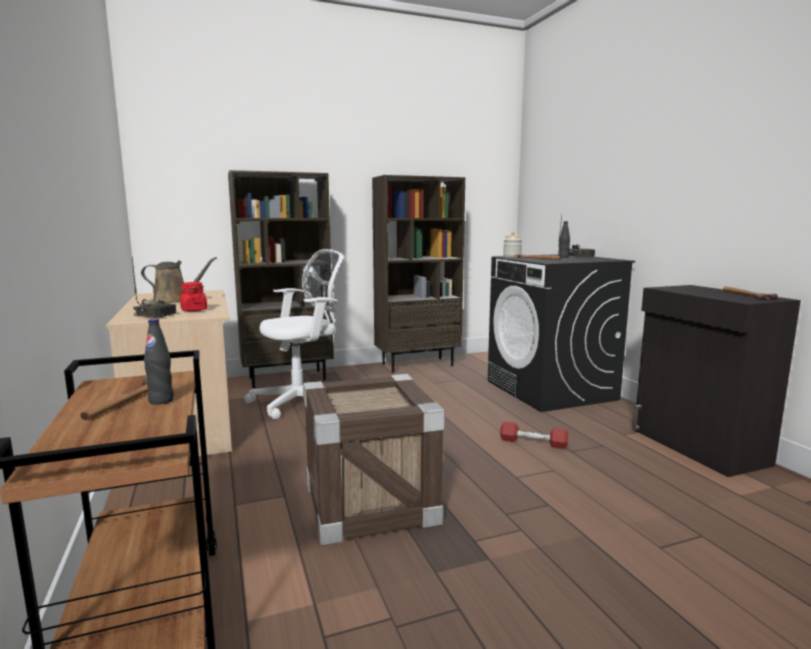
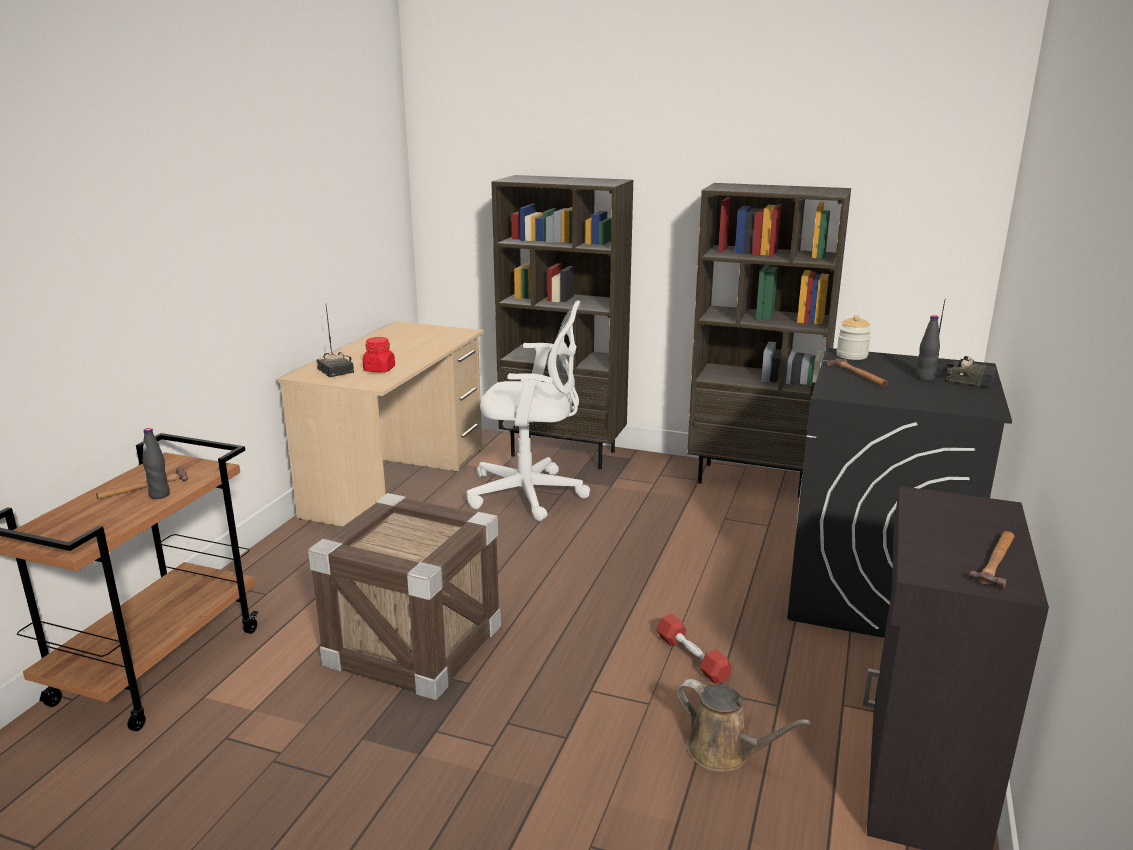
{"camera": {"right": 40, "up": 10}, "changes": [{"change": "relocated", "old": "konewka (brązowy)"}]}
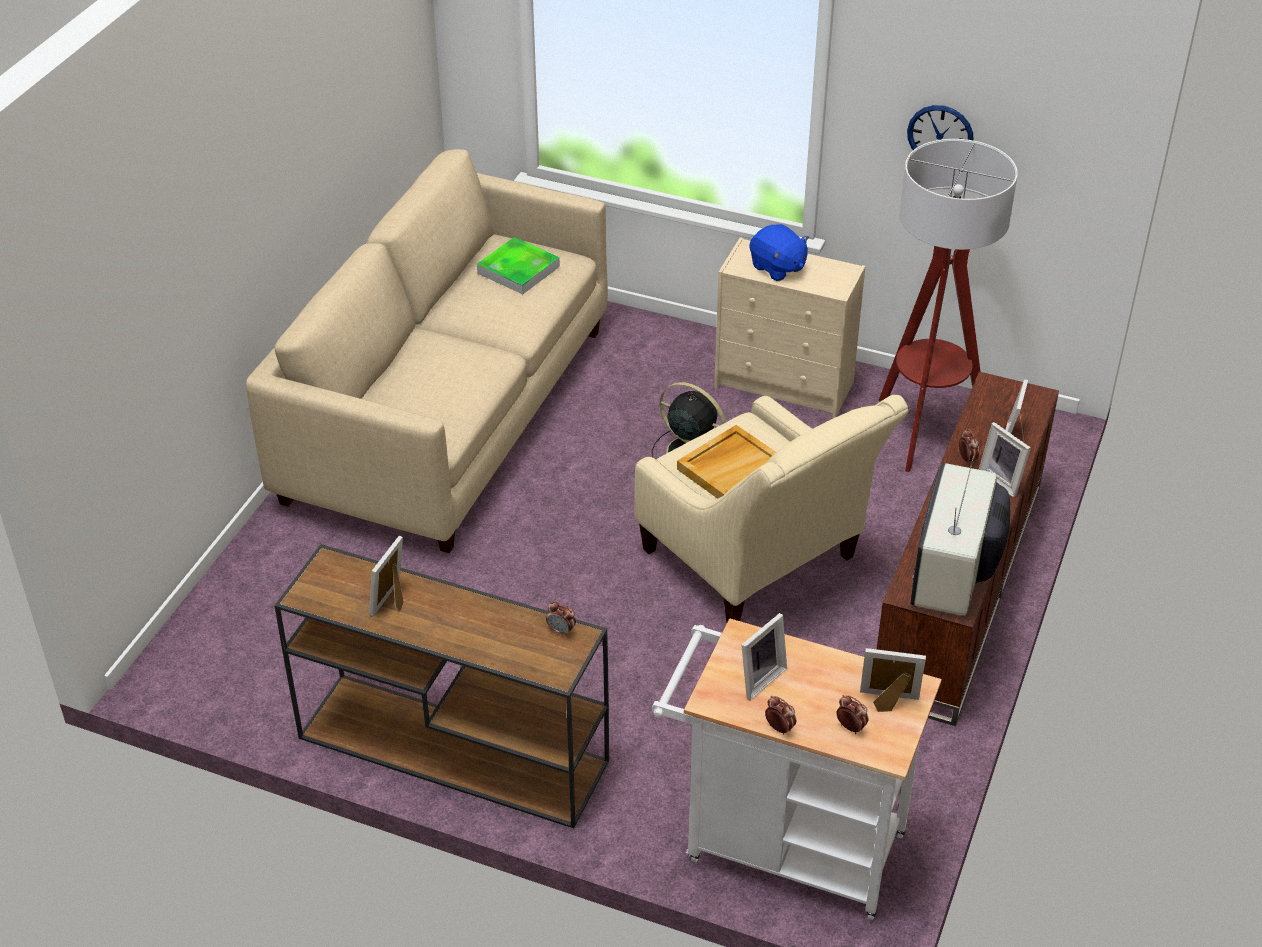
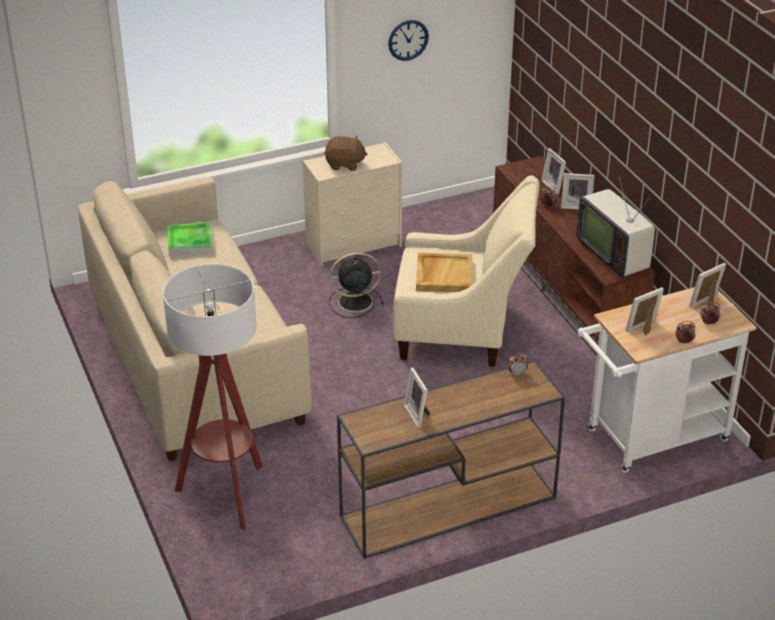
{"camera": {"right": -45, "up": -5}, "changes": [{"change": "relocated", "old": "lampa stojąca"}, {"change": "colour", "old": "pluszak (niebieski)", "new": "pluszak (brązowy)"}, {"change": "spun", "old": "ramka na zdjęcie (no. 2 from left in the first image)", "degrees": -120}]}
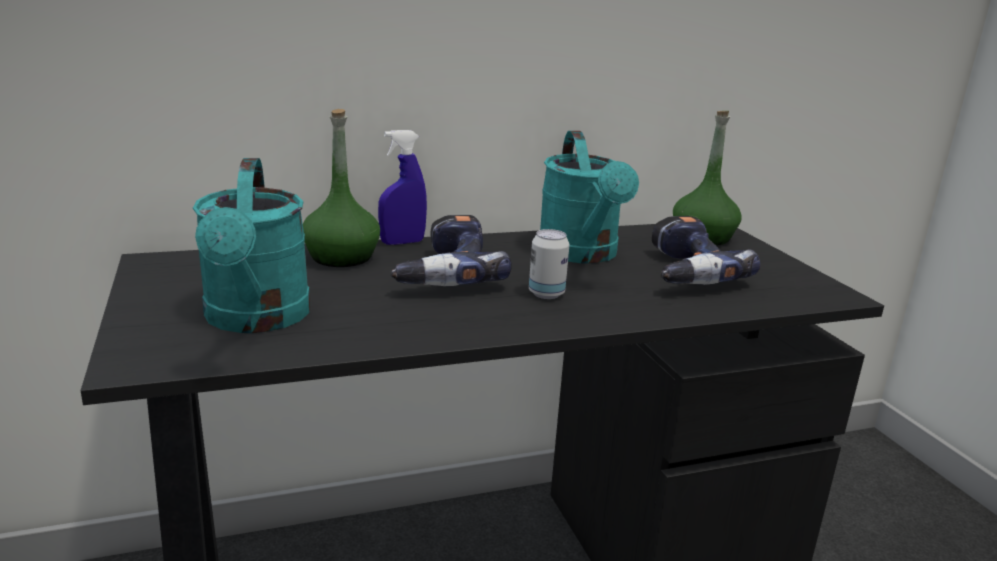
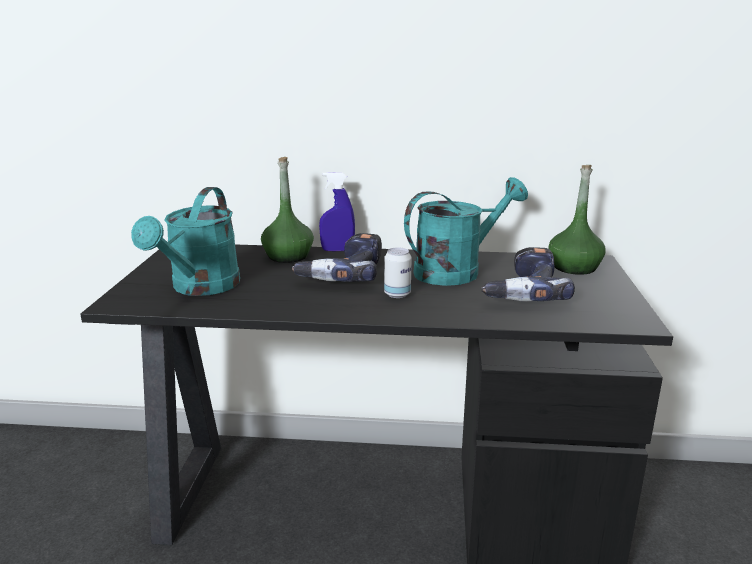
{"camera": {"right": 25, "up": 0}, "changes": [{"change": "spun", "old": "konewka (turkusowy) (no. 2 from left)", "degrees": -135}]}
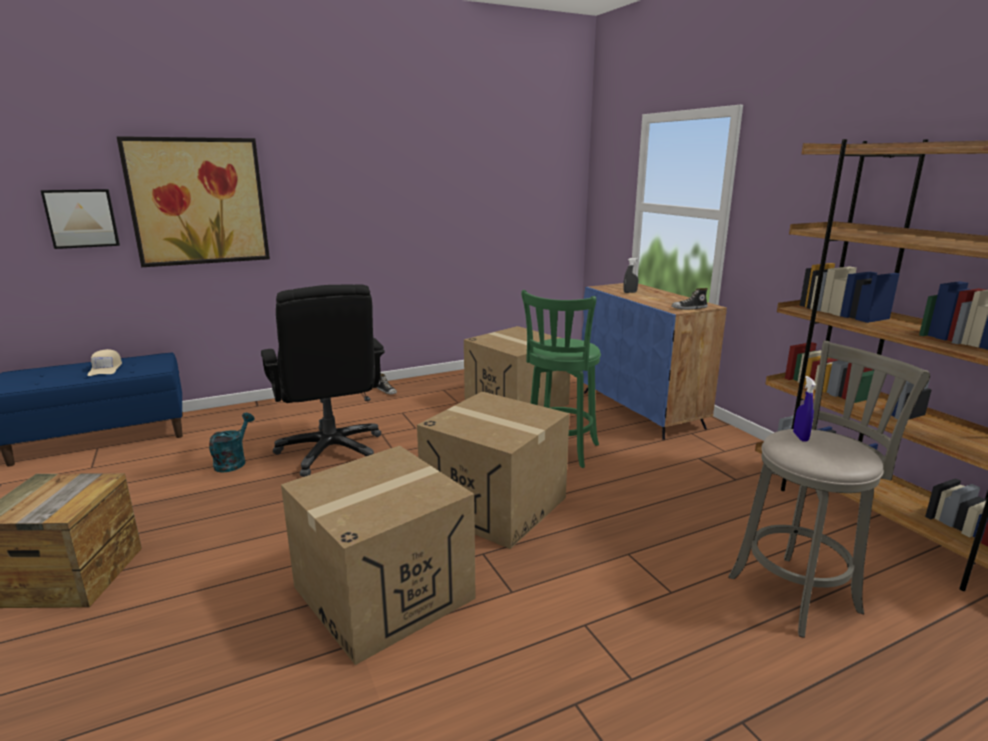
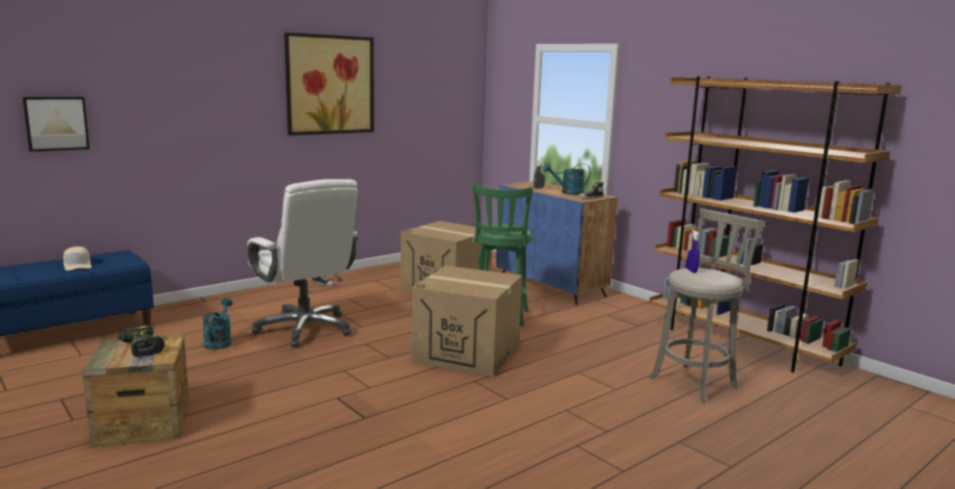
{"camera": {"right": -15, "up": -5}, "changes": [{"change": "relocated", "old": "obraz (no. 2 from left)"}, {"change": "colour", "old": "krzesło biurowe (czarny)", "new": "krzesło biurowe (biały)"}, {"change": "missing", "old": "karton (no. 1 from left)"}, {"change": "appeared", "new": "konewka (turkusowy) (no. 2 from left)"}, {"change": "appeared", "new": "wiertarka"}]}
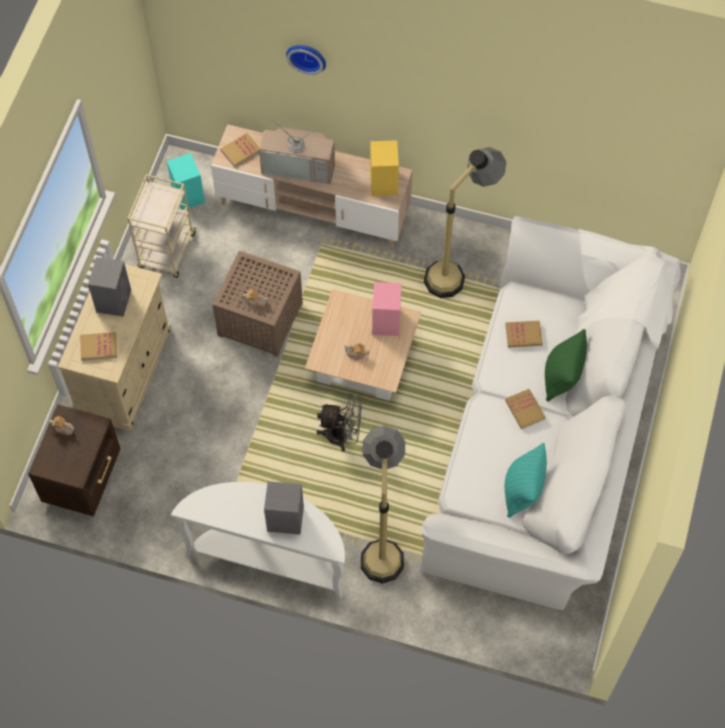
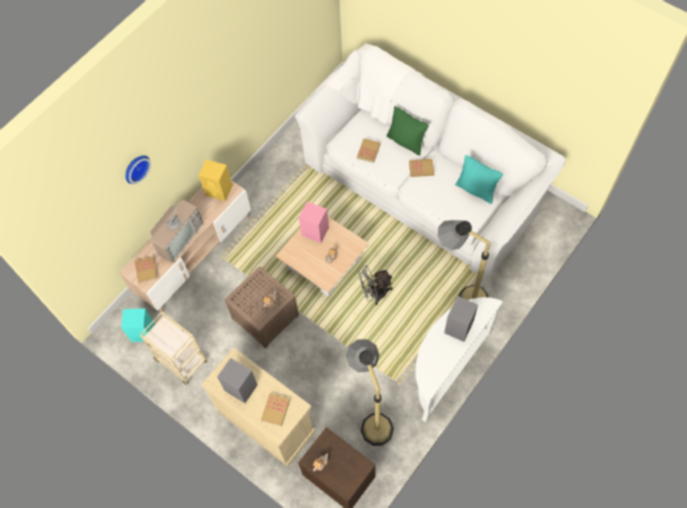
{"camera": {"right": -65, "up": 0}, "changes": [{"change": "relocated", "old": "lampa stojąca (no. 2 from left in the first image)", "new": "lampa stojąca (no. 1 from left)"}, {"change": "spun", "old": "wentylator (szary)", "degrees": -135}]}
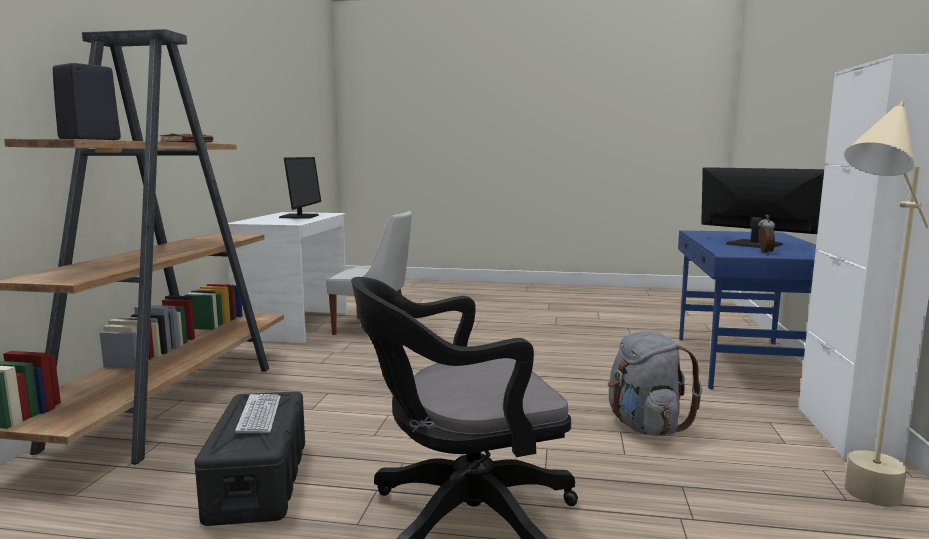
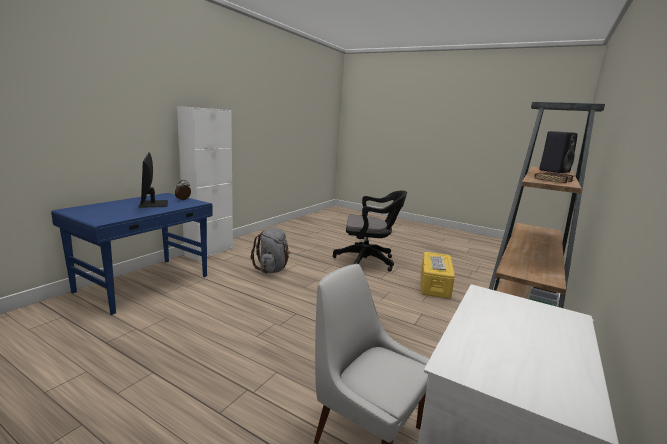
{"camera": {"right": -160, "up": 5}, "changes": [{"change": "missing", "old": "lampa stojąca (beżowy)"}, {"change": "missing", "old": "monitor (no. 1 from left)"}, {"change": "colour", "old": "pojemnik do przechowywania (czarny)", "new": "pojemnik do przechowywania (żółty)"}]}
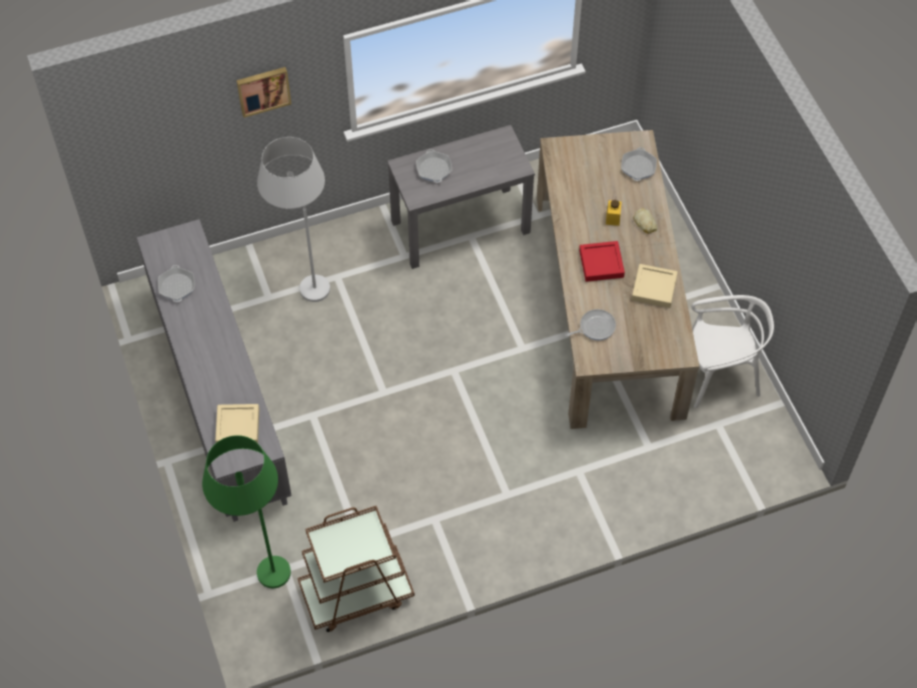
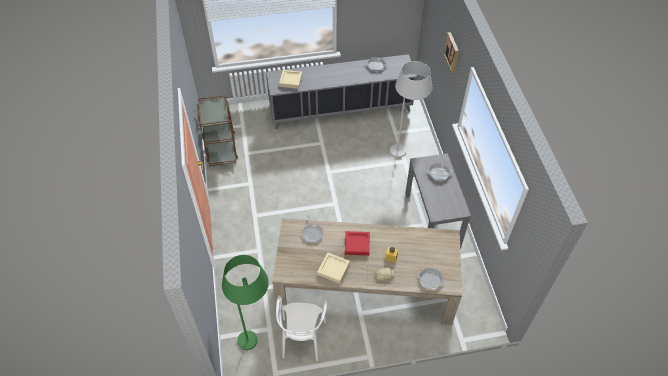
{"camera": {"right": 100, "up": -5}, "changes": [{"change": "relocated", "old": "lampa stojąca (zielony)"}]}
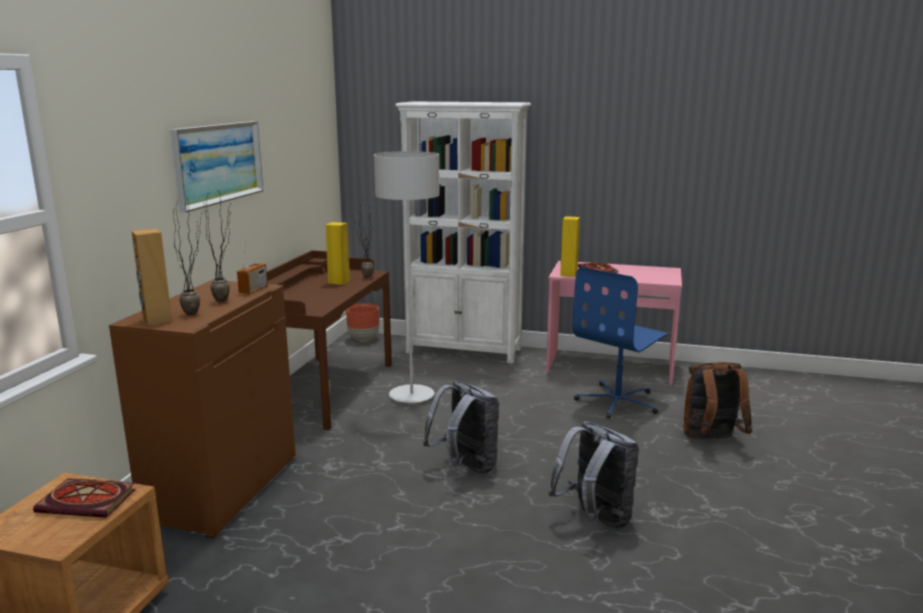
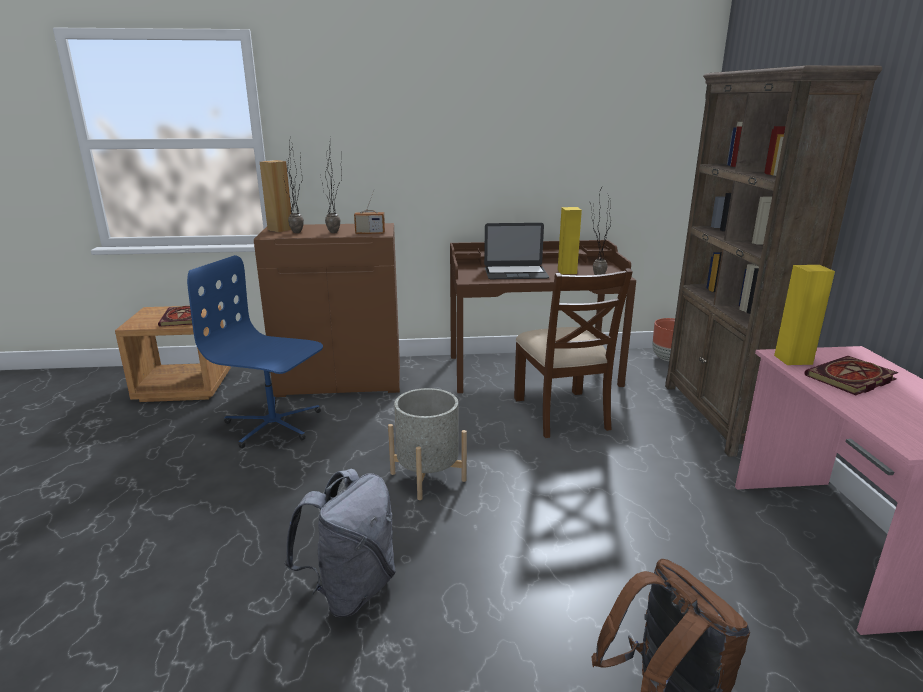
{"camera": {"right": 70, "up": 5}, "changes": [{"change": "colour", "old": "regał (biały)", "new": "regał (brązowy)"}, {"change": "missing", "old": "obraz"}, {"change": "exchanged", "old": "lampa stojąca (szary)", "new": "krzesło (brązowy)"}, {"change": "relocated", "old": "krzesło biurowe (niebieski)"}, {"change": "exchanged", "old": "plecak (szary) (no. 1 from left)", "new": "donica (szary)"}, {"change": "appeared", "new": "laptop"}]}
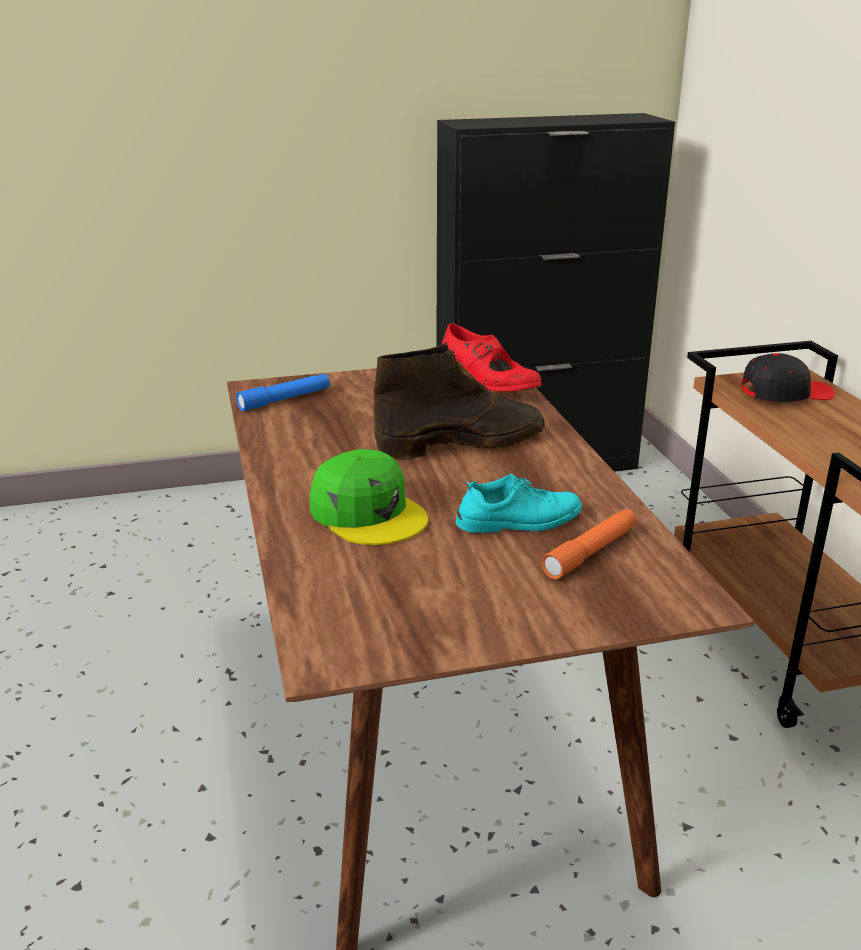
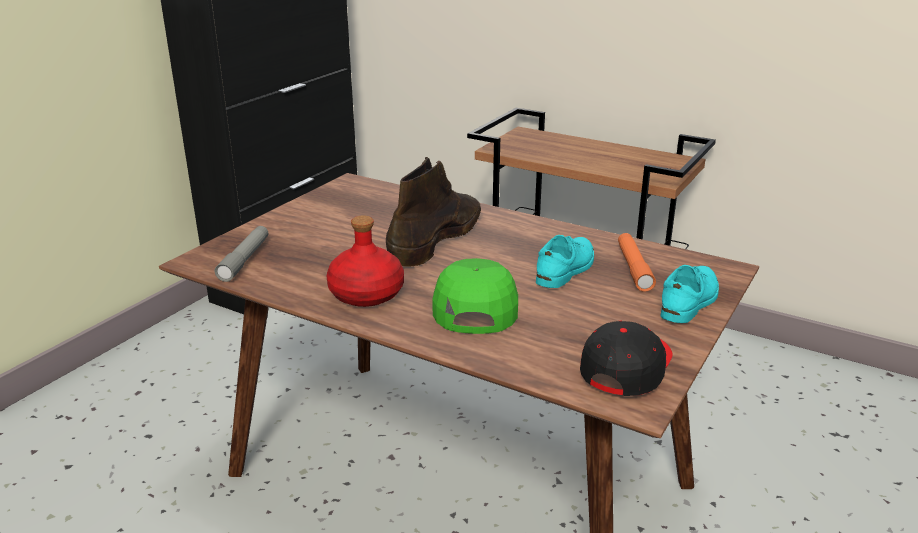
{"camera": {"right": -45, "up": 0}, "changes": [{"change": "missing", "old": "but (czerwony)"}, {"change": "relocated", "old": "czapka z daszkiem (czarny)"}, {"change": "colour", "old": "latarka (niebieski)", "new": "latarka (szary)"}, {"change": "spun", "old": "czapka z daszkiem (zielony)", "degrees": -90}, {"change": "appeared", "new": "butelka (czerwony)"}, {"change": "appeared", "new": "but (turkusowy) (no. 2 from left)"}]}
